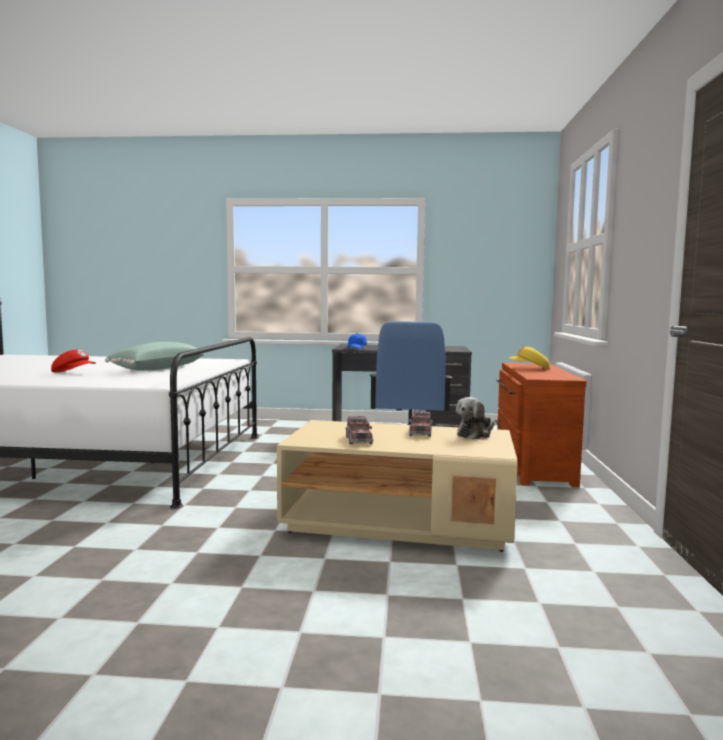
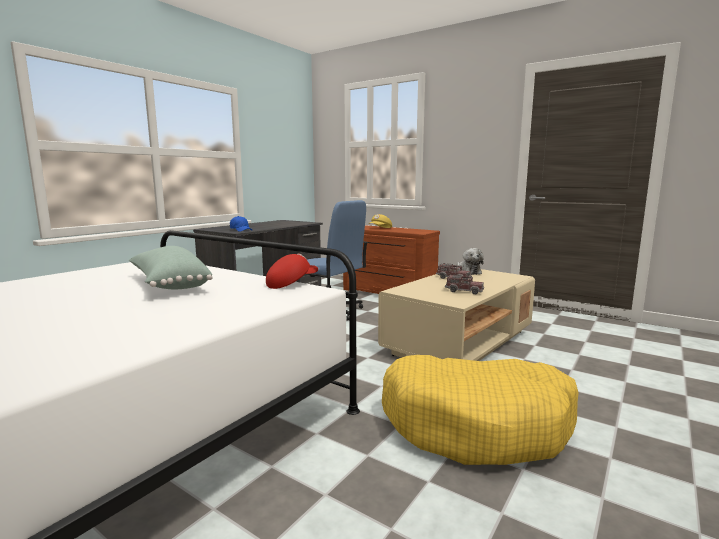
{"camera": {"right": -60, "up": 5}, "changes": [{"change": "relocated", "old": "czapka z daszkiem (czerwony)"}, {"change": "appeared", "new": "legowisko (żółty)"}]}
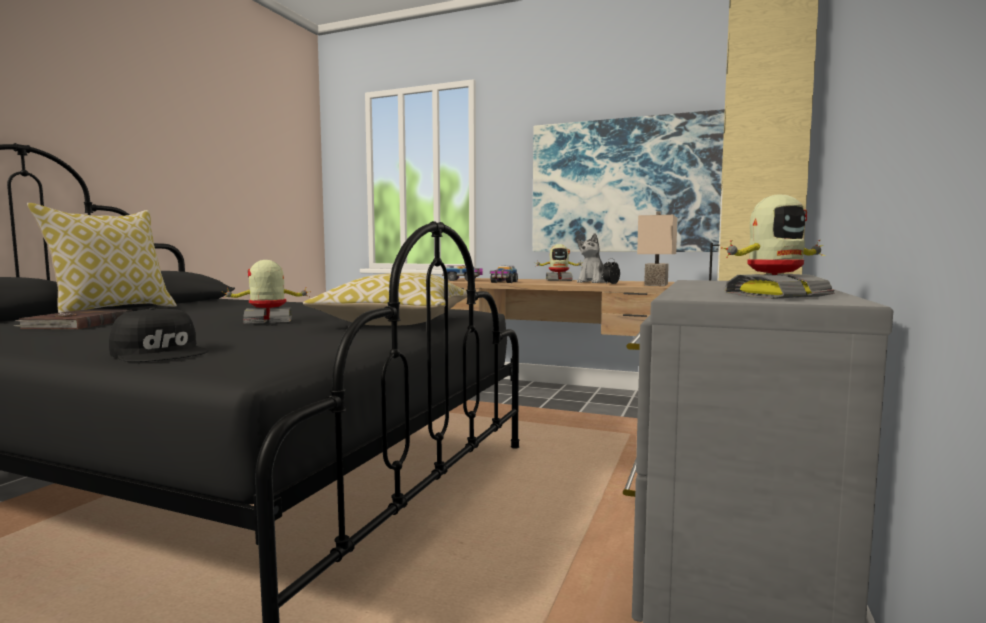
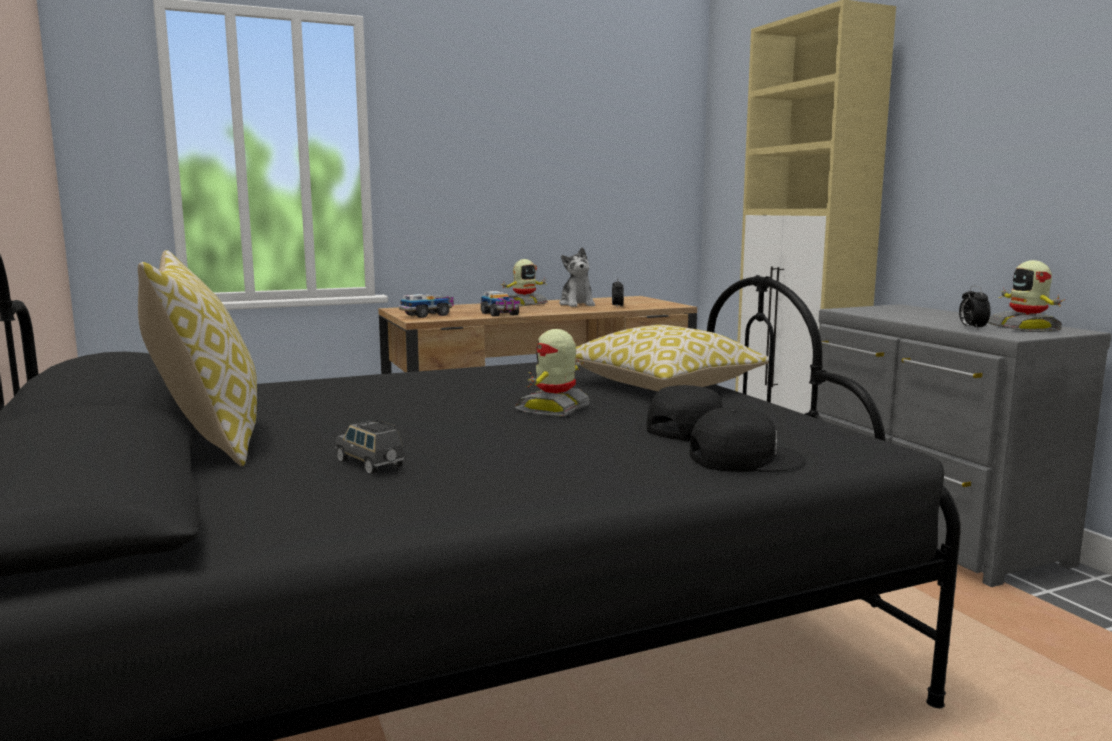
{"camera": {"right": -45, "up": 5}, "changes": [{"change": "missing", "old": "obraz"}, {"change": "spun", "old": "robot zabawkowy (no. 3 from left)", "degrees": 150}, {"change": "missing", "old": "lampa stołowa (beżowy)"}, {"change": "exchanged", "old": "książka (brązowy)", "new": "samochodzik (szary)"}, {"change": "appeared", "new": "budzik (no. 2 from left)"}, {"change": "appeared", "new": "czapka z daszkiem (czarny) (no. 1 from left)"}]}
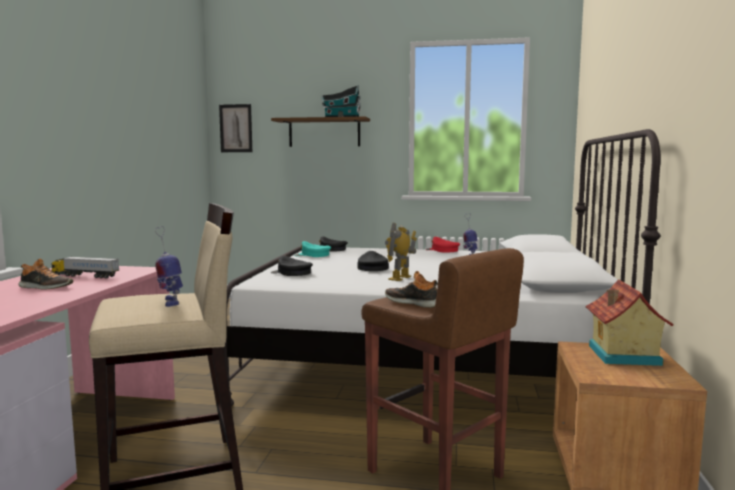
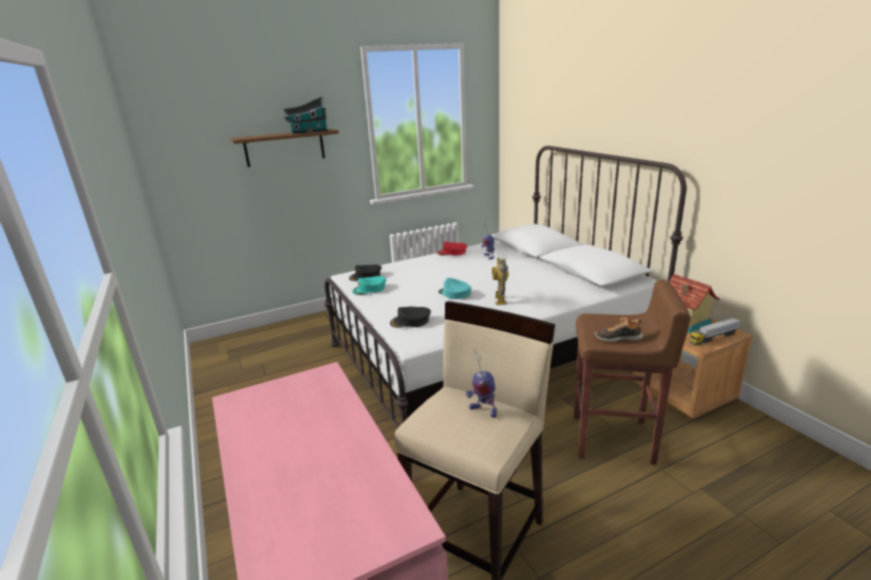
{"camera": {"right": -35, "up": 15}, "changes": [{"change": "missing", "old": "obraz"}, {"change": "colour", "old": "czapka z daszkiem (czarny) (no. 3 from left)", "new": "czapka z daszkiem (turkusowy) (no. 2 from left)"}, {"change": "relocated", "old": "ciężarówka zabawkowa"}, {"change": "missing", "old": "but (no. 1 from left)"}]}
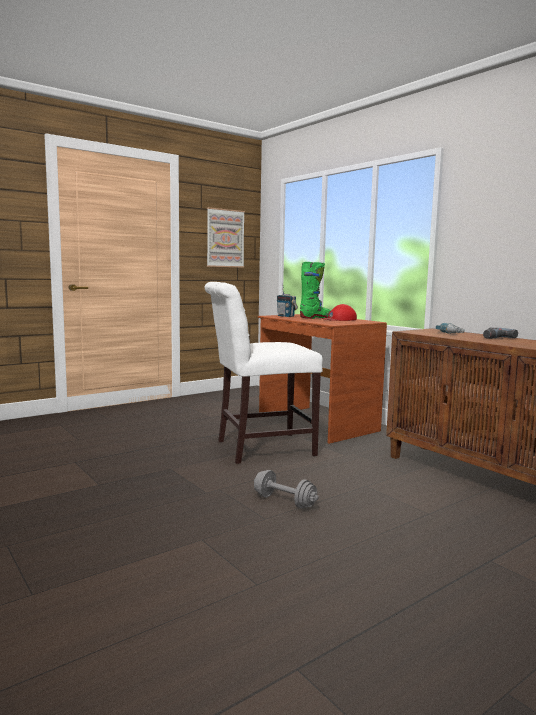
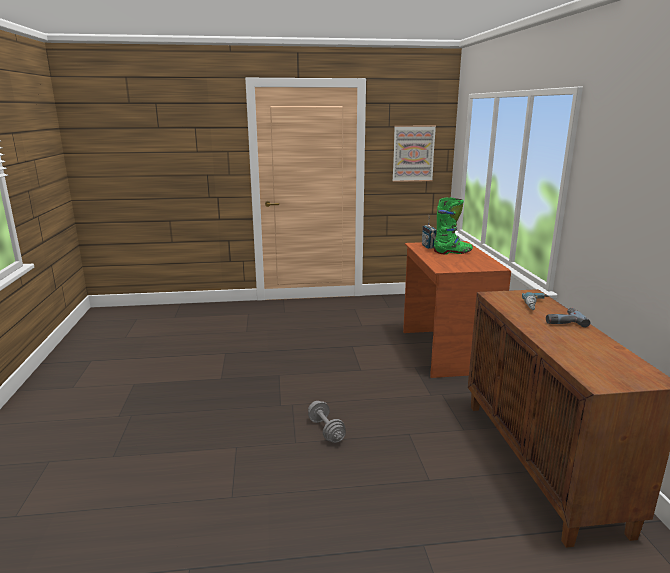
{"camera": {"right": 30, "up": 10}, "changes": [{"change": "missing", "old": "krzesło (biały)"}, {"change": "missing", "old": "czapka z daszkiem (czerwony)"}]}
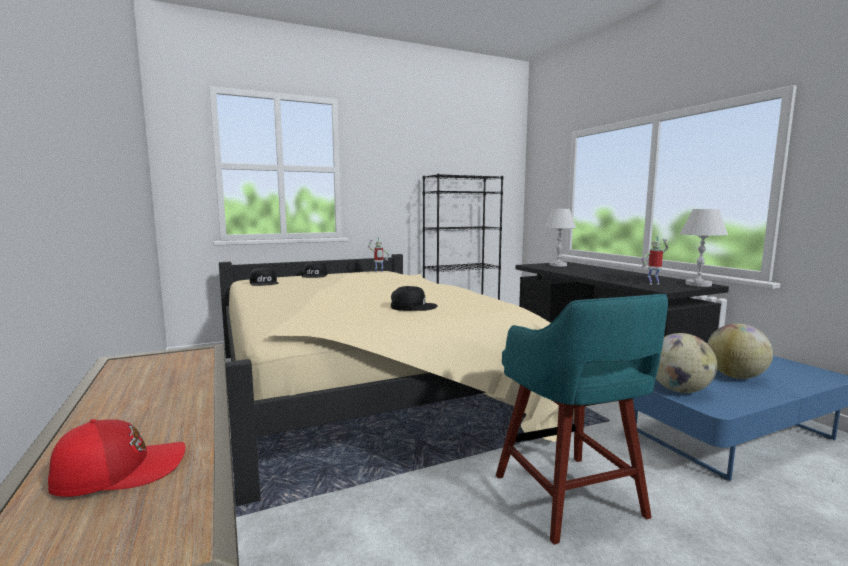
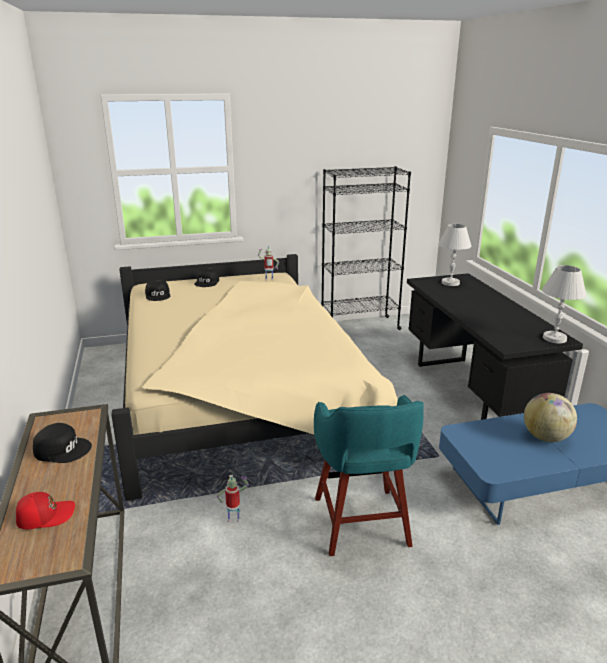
{"camera": {"right": 10, "up": 15}, "changes": [{"change": "relocated", "old": "robot zabawkowy (no. 2 from left in the first image)", "new": "robot zabawkowy (no. 1 from left)"}, {"change": "relocated", "old": "czapka z daszkiem (czarny) (no. 3 from left in the first image)", "new": "czapka z daszkiem (czarny) (no. 1 from left)"}, {"change": "missing", "old": "globus (no. 1 from left)"}]}
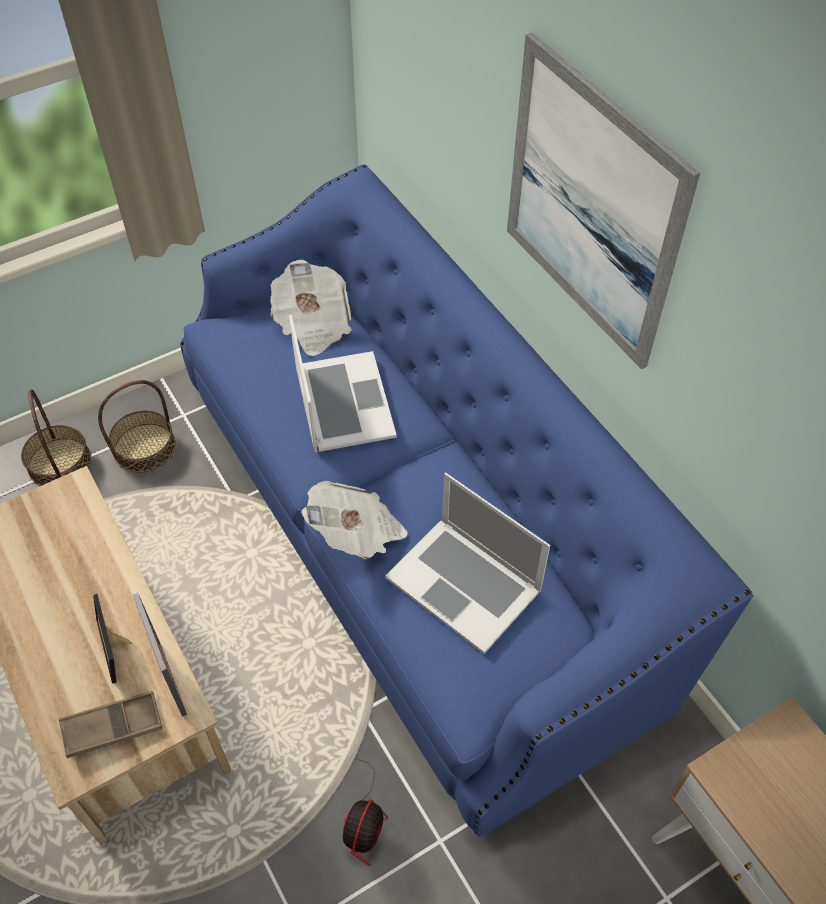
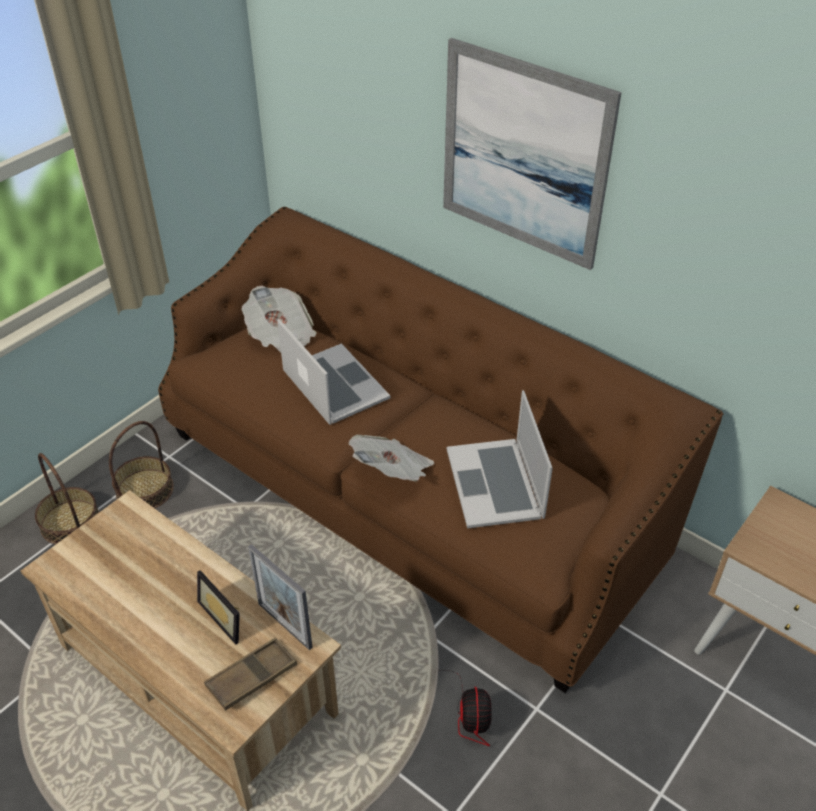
{"camera": {"right": -20, "up": -10}, "changes": [{"change": "colour", "old": "kanapa (niebieski)", "new": "kanapa (brązowy)"}, {"change": "spun", "old": "laptop (no. 2 from left)", "degrees": 60}]}
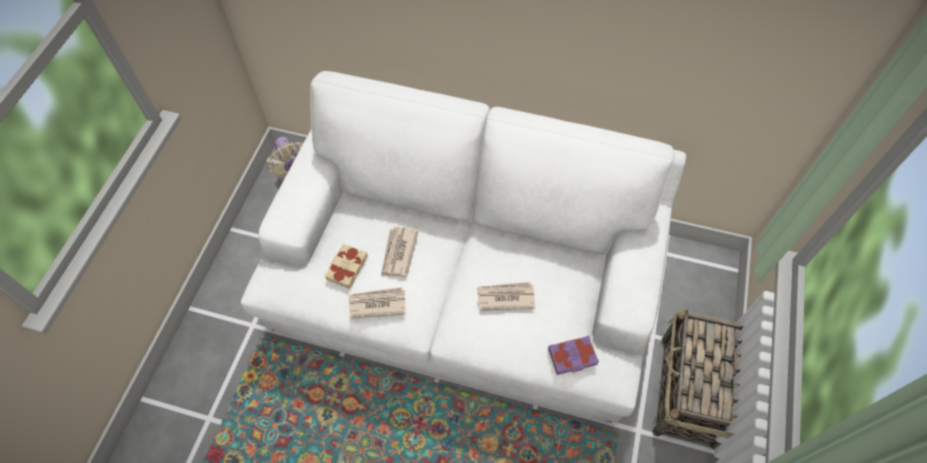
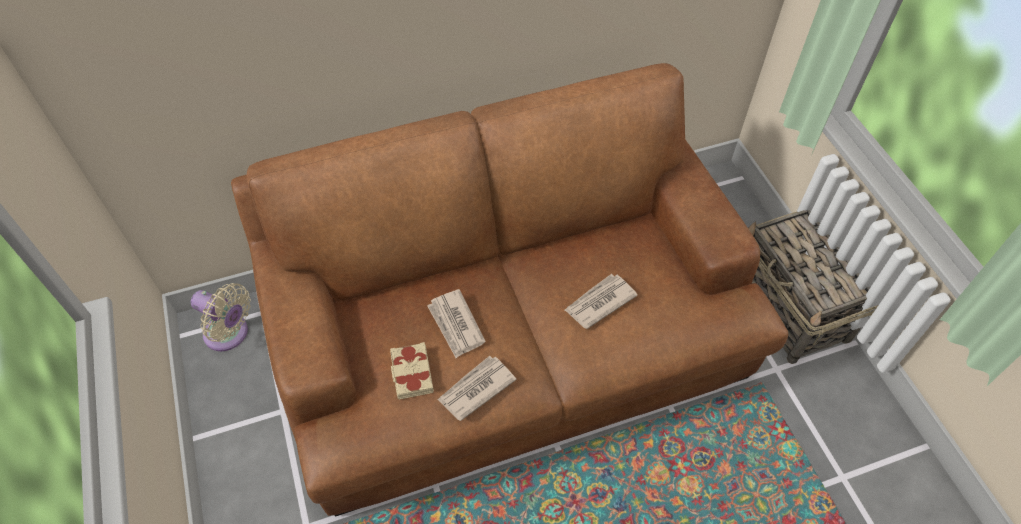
{"camera": {"right": -35, "up": -5}, "changes": [{"change": "colour", "old": "kanapa (biały)", "new": "kanapa (brązowy)"}, {"change": "missing", "old": "książka (fioletowy)"}]}
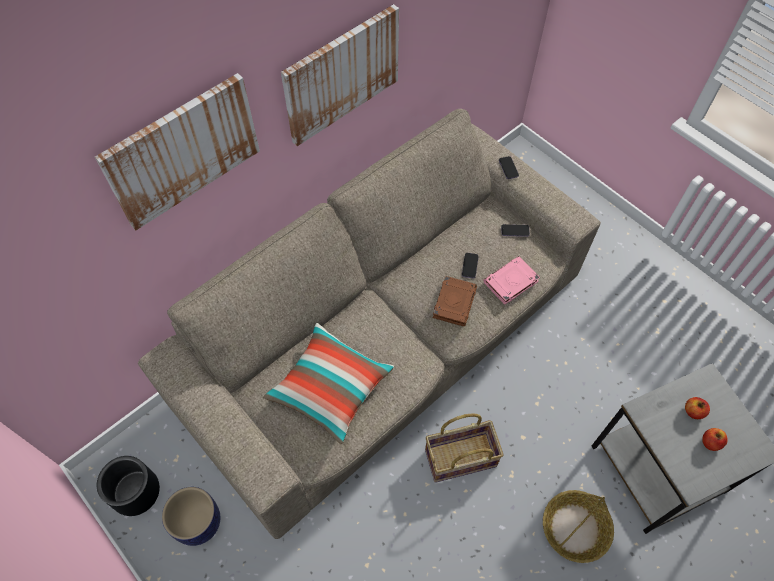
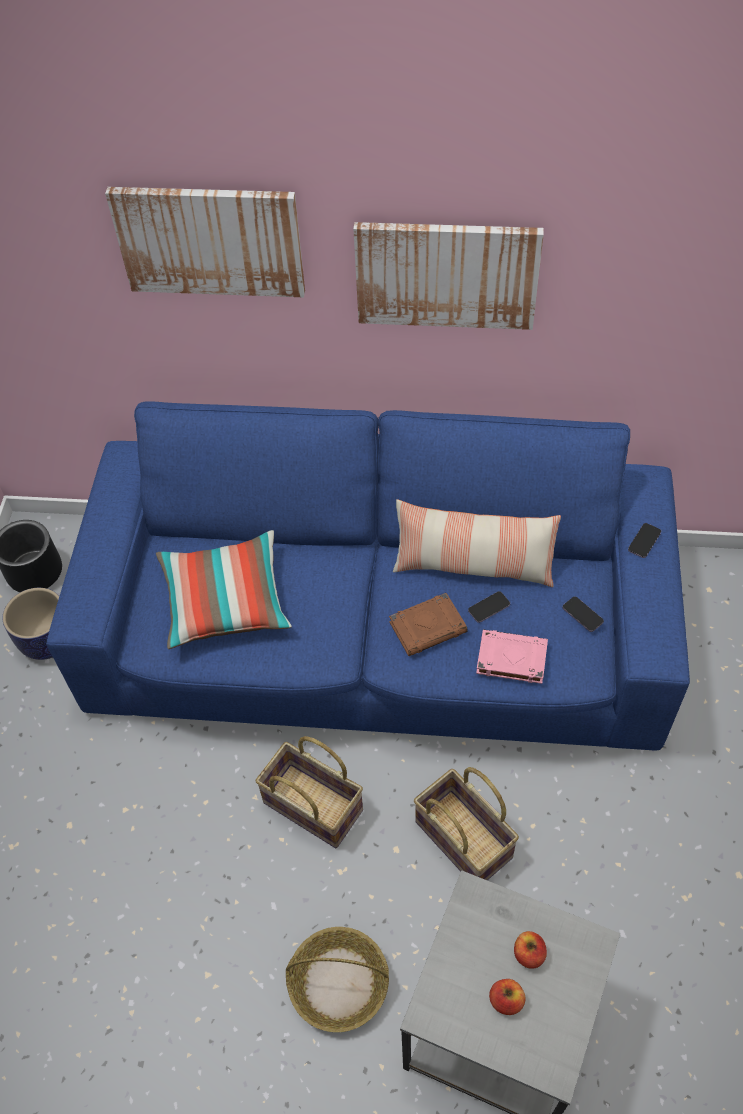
{"camera": {"right": 50, "up": -5}, "changes": [{"change": "colour", "old": "kanapa (beżowy)", "new": "kanapa (niebieski)"}, {"change": "appeared", "new": "poduszka (no. 2 from left)"}, {"change": "appeared", "new": "koszyk (no. 3 from left)"}]}
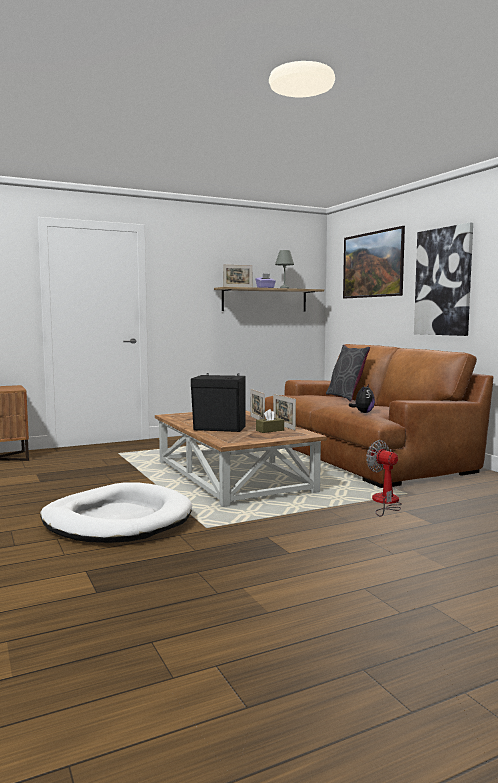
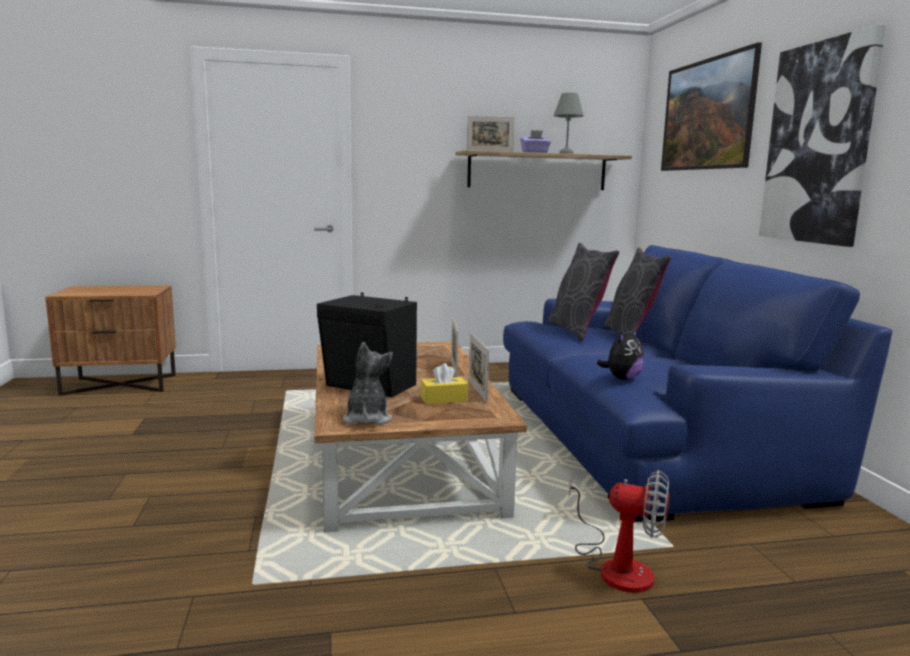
{"camera": {"right": 15, "up": 5}, "changes": [{"change": "colour", "old": "kanapa (brązowy)", "new": "kanapa (niebieski)"}, {"change": "colour", "old": "pudełko chusteczek (brązowy)", "new": "pudełko chusteczek (żółty)"}, {"change": "spun", "old": "wentylator", "degrees": 135}, {"change": "missing", "old": "legowisko (biały)"}, {"change": "appeared", "new": "poduszka (szary) (no. 1 from left)"}, {"change": "appeared", "new": "pluszak (no. 1 from left)"}]}
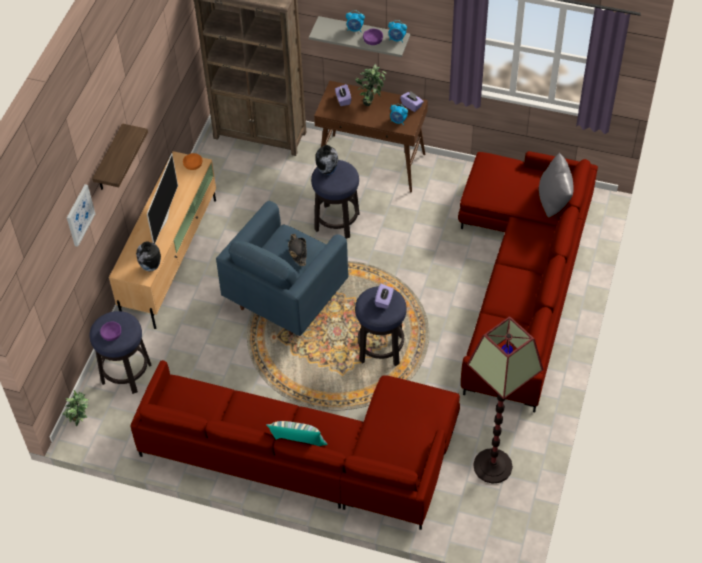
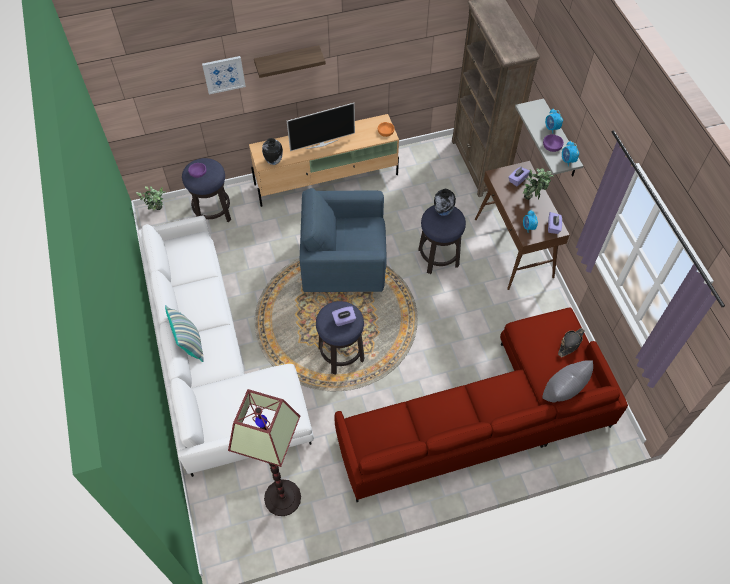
{"camera": {"right": 55, "up": 5}, "changes": [{"change": "relocated", "old": "kapelusz (czarny)"}, {"change": "colour", "old": "kanapa (czerwony) (no. 1 from left)", "new": "kanapa (biały)"}]}
